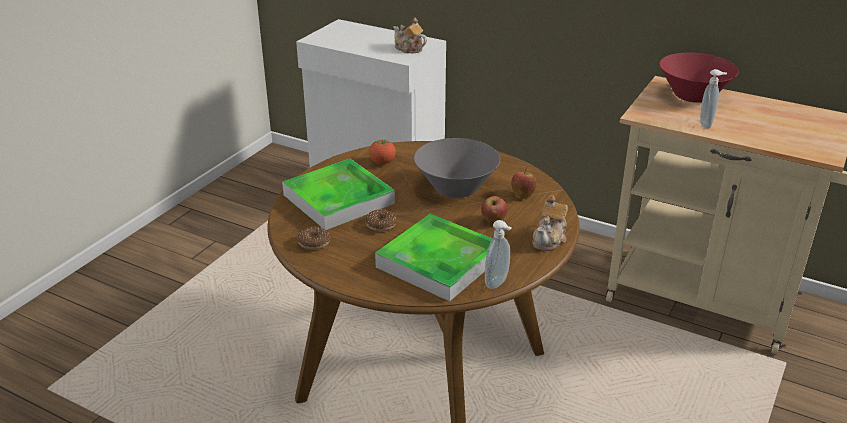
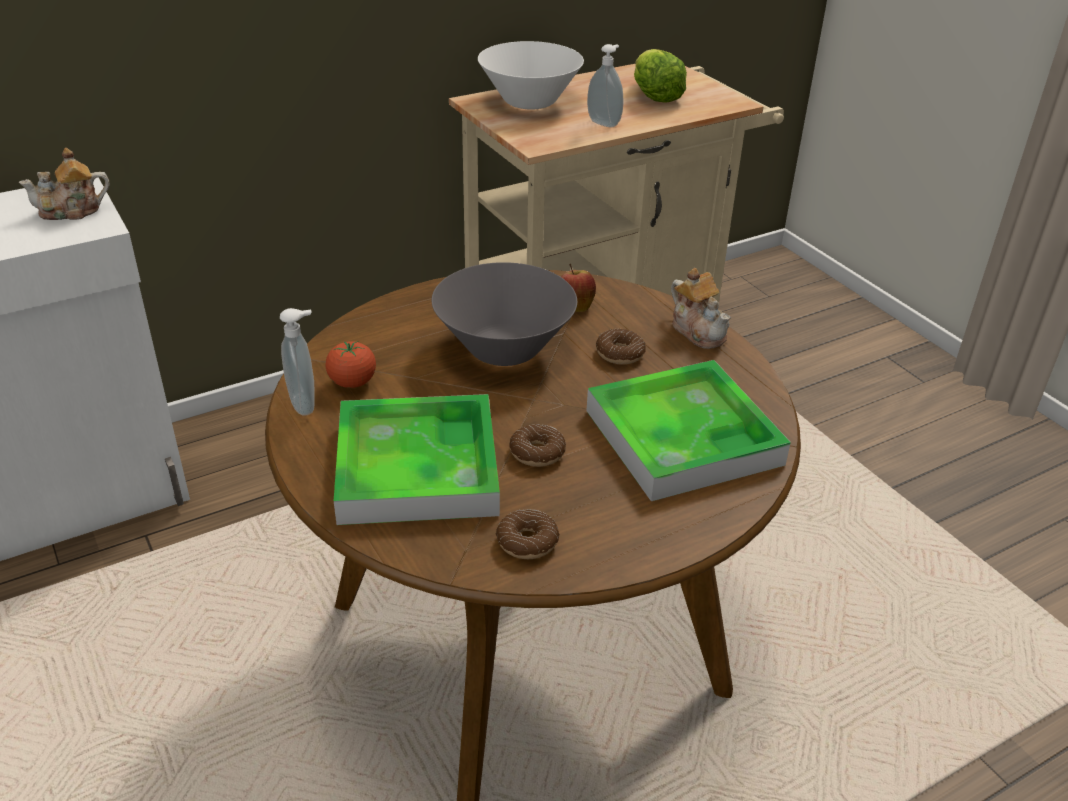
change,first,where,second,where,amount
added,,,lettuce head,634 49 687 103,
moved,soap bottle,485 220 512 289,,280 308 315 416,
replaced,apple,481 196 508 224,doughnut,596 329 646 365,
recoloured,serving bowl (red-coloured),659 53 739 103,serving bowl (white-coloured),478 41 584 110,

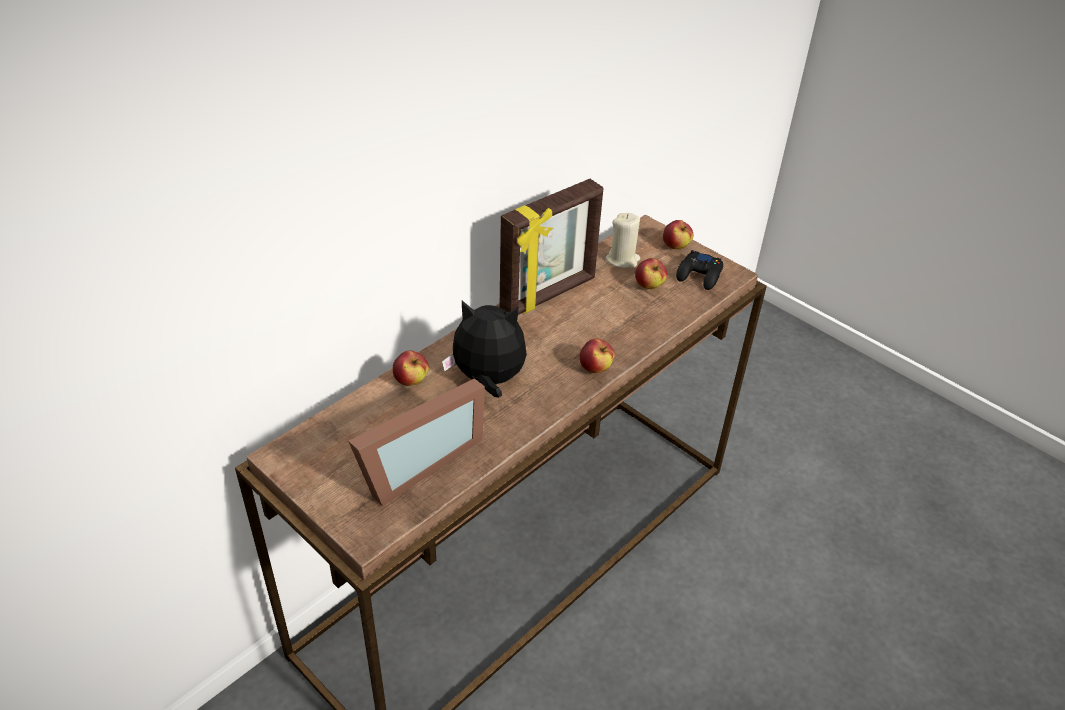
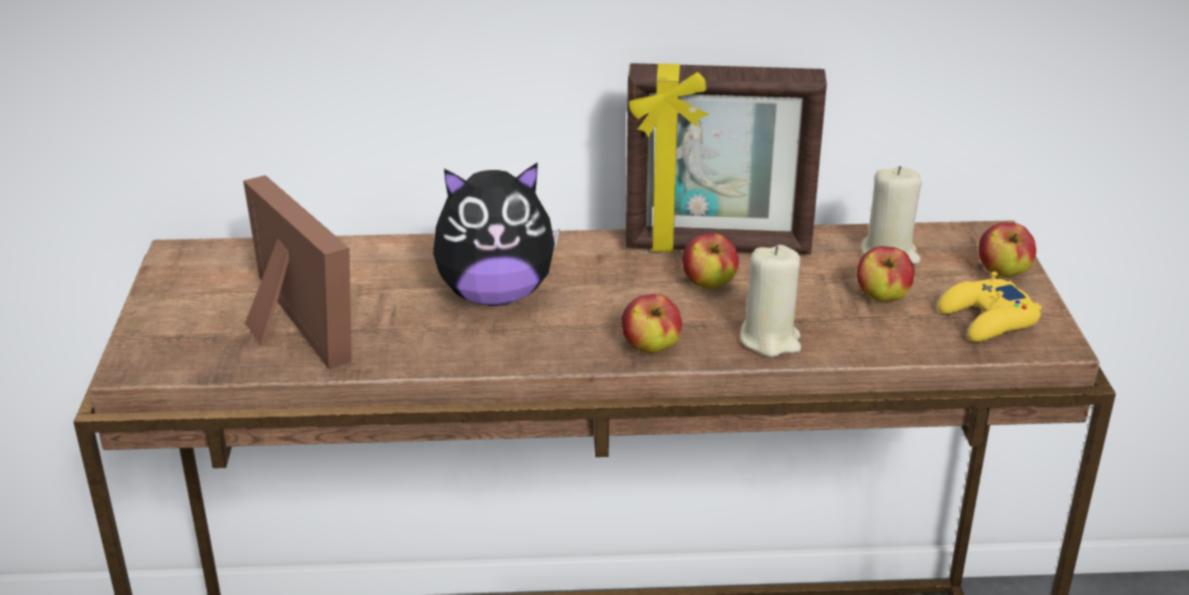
change,first,where,second,where,amount
added,,,wax light (sand-coloured),740 245 801 357,
moved,apple,393 350 429 386,,682 233 739 289,
recoloured,joypad (black),676 250 723 290,joypad (yellow),938 272 1042 342,
turned,standing frame,348 378 485 506,,243 175 352 369,120 degrees counterclockwise
turned,soft toy,442 300 527 397,,433 163 560 306,120 degrees clockwise

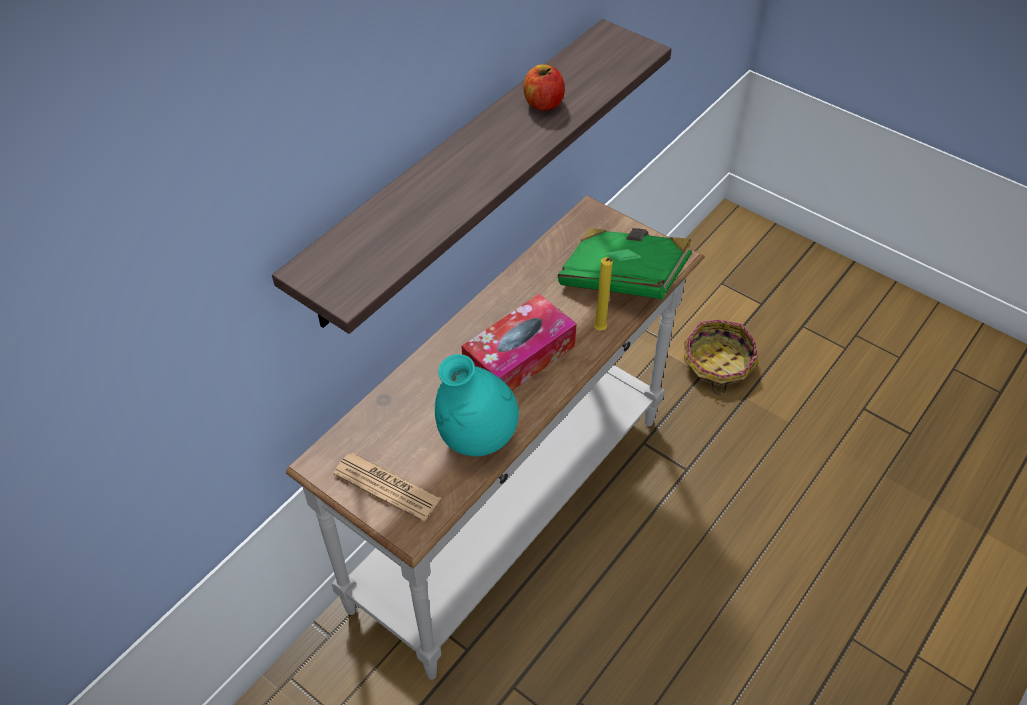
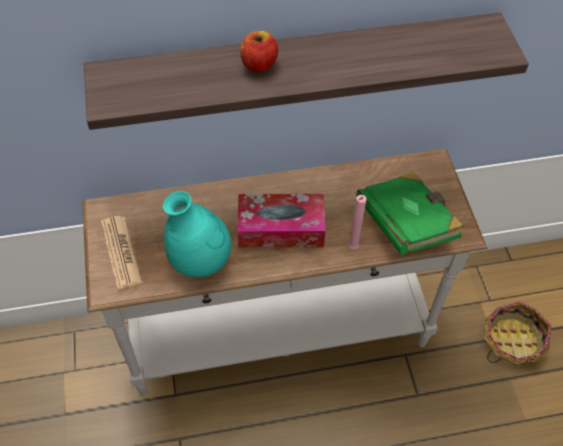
change,first,where,second,where,amount
moved,apple,524 64 565 111,,240 31 278 72,
recoloured,wax light (yellow),594 257 613 331,wax light (pink),348 195 367 250,

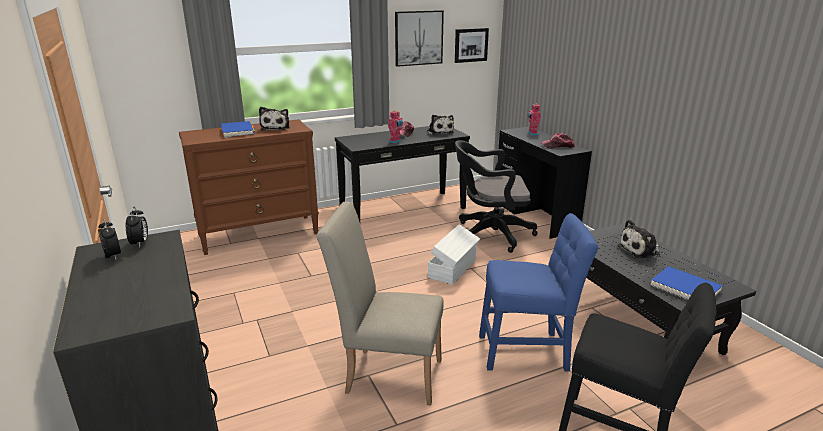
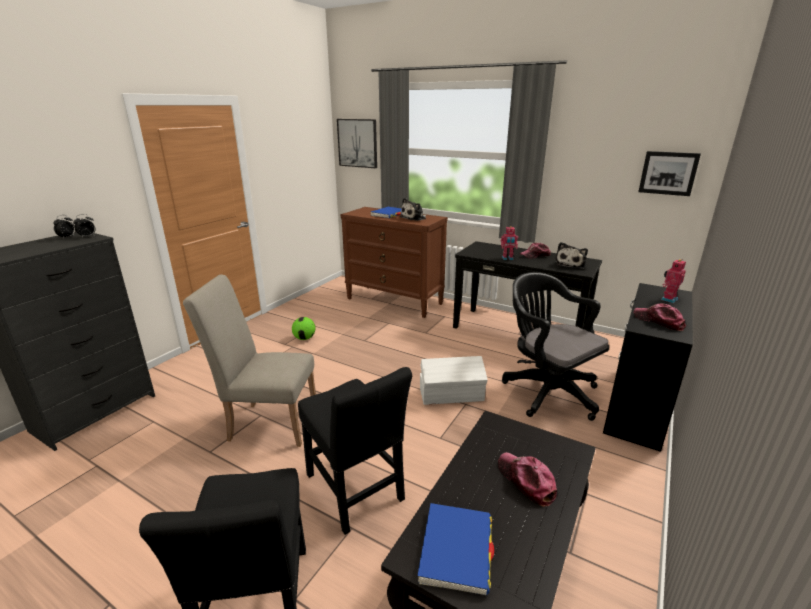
change,first,where,second,where,amount
added,,,football,292 317 315 340,
moved,picture,395 10 444 67,,337 119 377 168,
replaced,soft toy,617 220 660 260,baseball cap,498 452 557 507,
recoloured,upright chair (blue-coloured),479 213 598 372,upright chair (black),298 367 412 535,
turned,upright chair (sand-coloured),317 201 443 406,,183 275 316 447,60 degrees counterclockwise

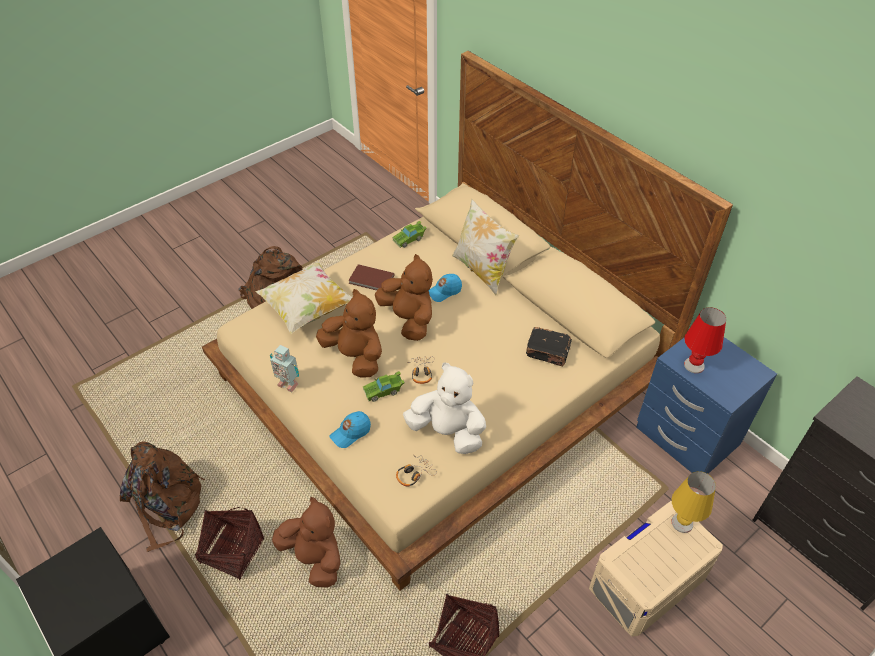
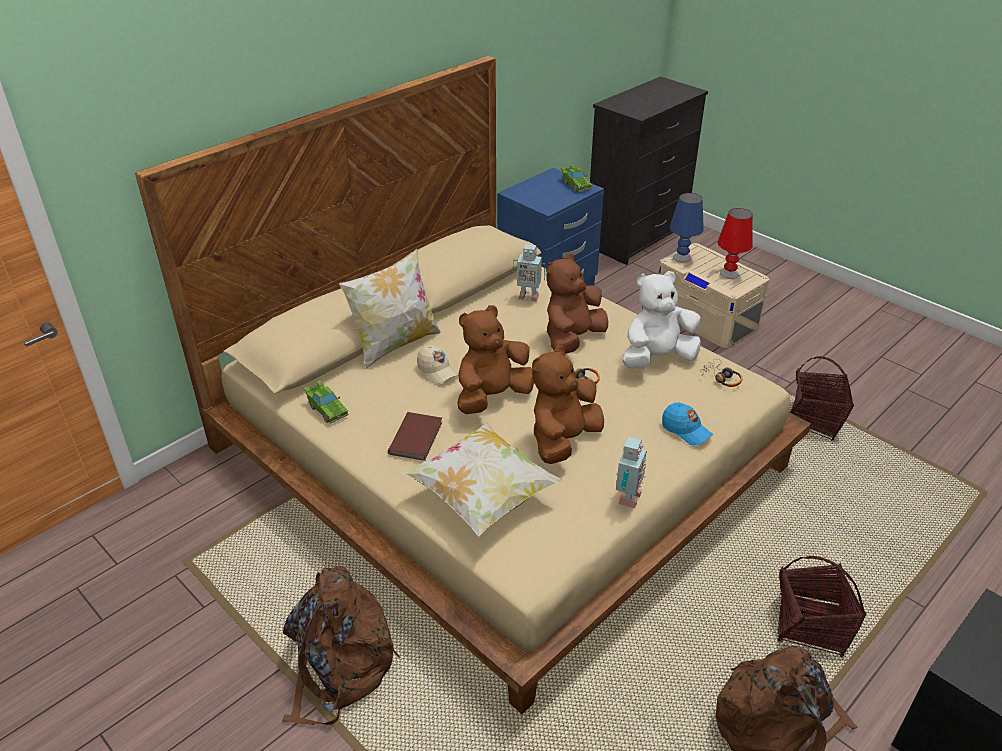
change,first,where,second,where,amount
moved,soft toy (brown-coloured),272 497 340 587,,546 253 608 354,
moved,toy car (green),362 371 405 402,,561 165 592 192,
moved,lamp for a table (red-coloured),684 307 726 373,,718 208 753 279,
replaced,bound book (black),526 327 572 367,model robot,513 244 545 302,
recoloured,baseball cap (blue-coloured),429 274 462 302,baseball cap (sand-coloured),417 345 458 384,
recoloured,lamp for a table (yellow),671 471 716 533,lamp for a table (blue-coloured),670 193 704 263,
turned,soft toy (white-coloured),403 363 486 454,,622 271 701 369,45 degrees clockwise

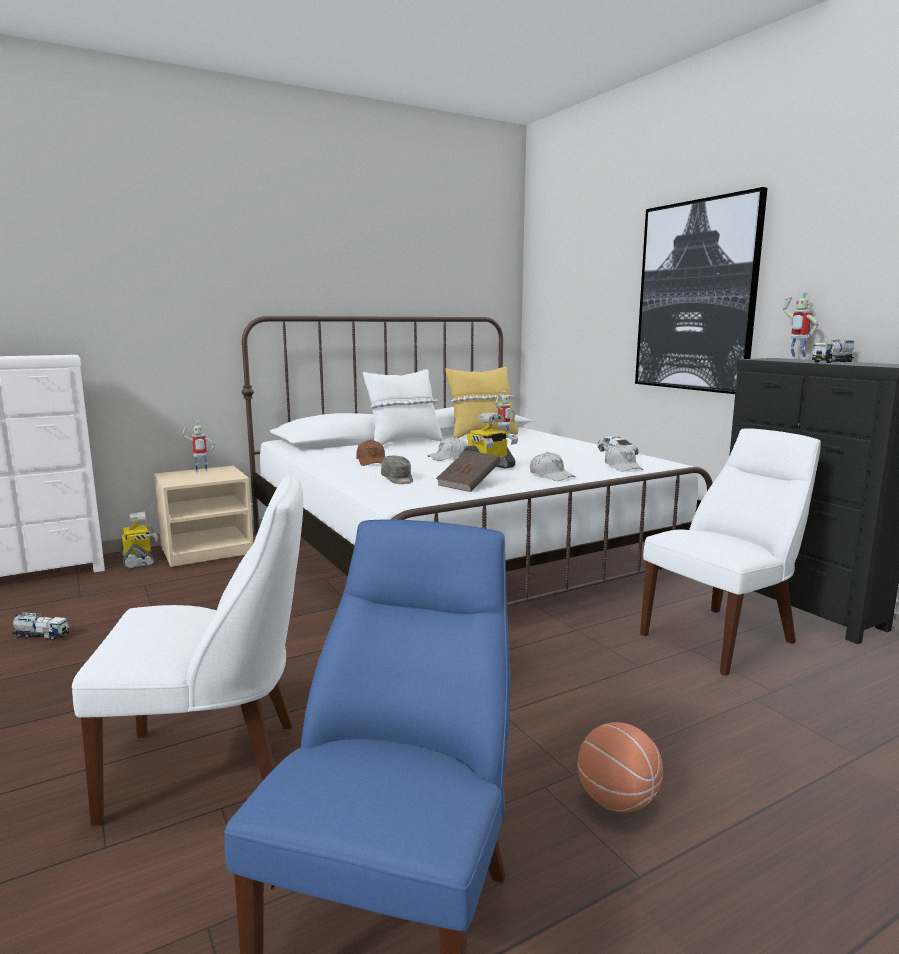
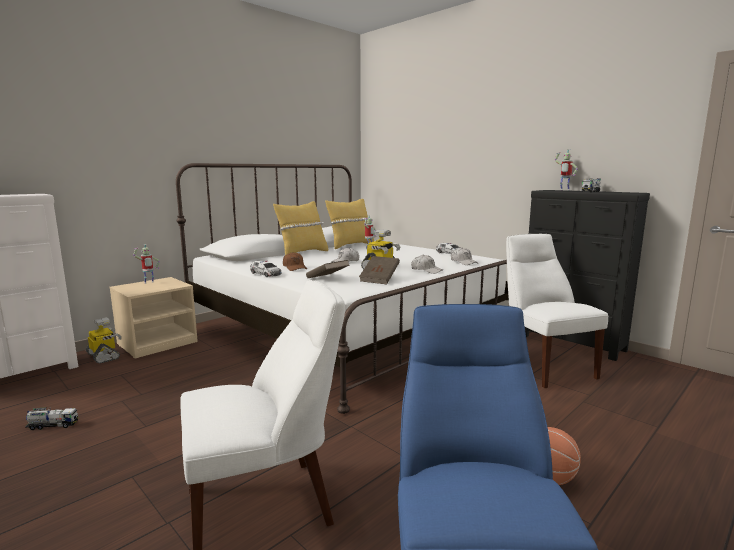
change,first,where,second,where,amount
removed,picture,635 187 767 394,,,
added,,,toy car,250 260 281 277,
replaced,baseball cap (grey),381 456 413 484,bound book (brown-coloured),306 260 349 278,
recoloured,throw pillow (white-coloured),363 369 442 445,throw pillow (yellow),273 201 328 255,
turned,upright chair (white-coloured),640 428 821 676,,506 234 608 388,60 degrees counterclockwise

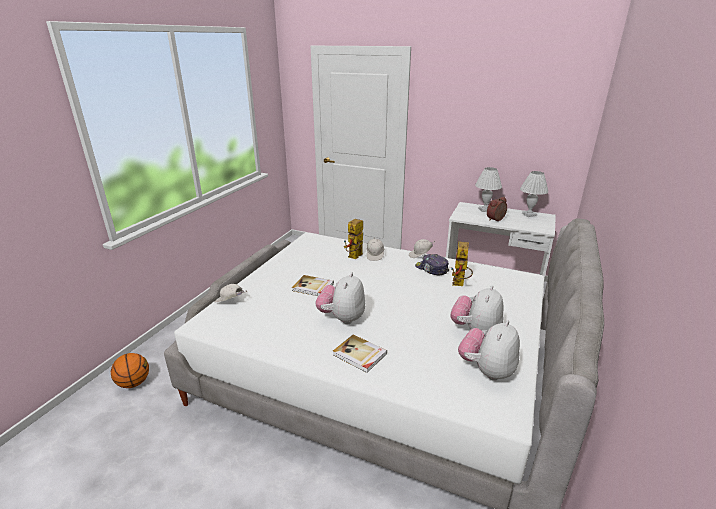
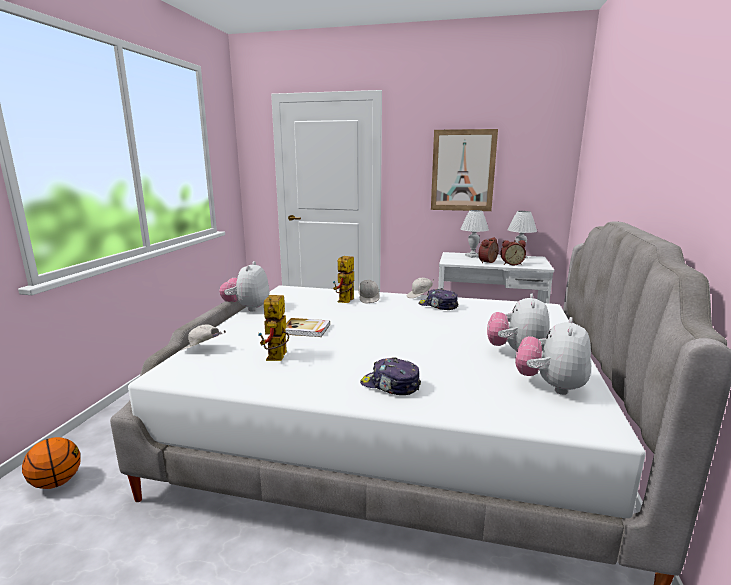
change,first,where,second,where,amount
added,,,picture,431 129 498 211,
added,,,bedside clock,500 240 526 266,
moved,soft toy,315 272 365 325,,219 261 270 311,
moved,model robot,451 241 473 286,,259 295 289 361,
replaced,bound book,333 334 387 373,baseball cap,360 357 421 395,

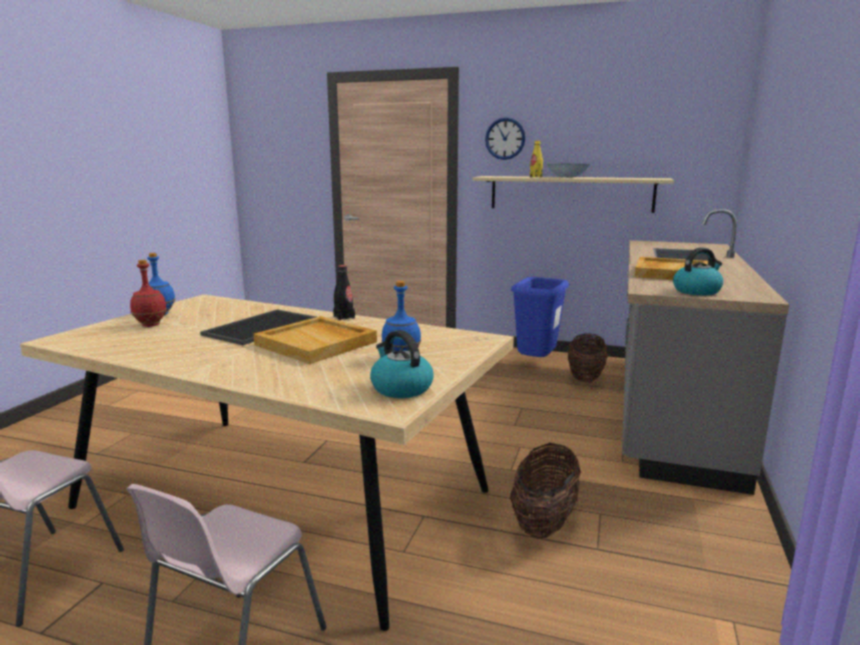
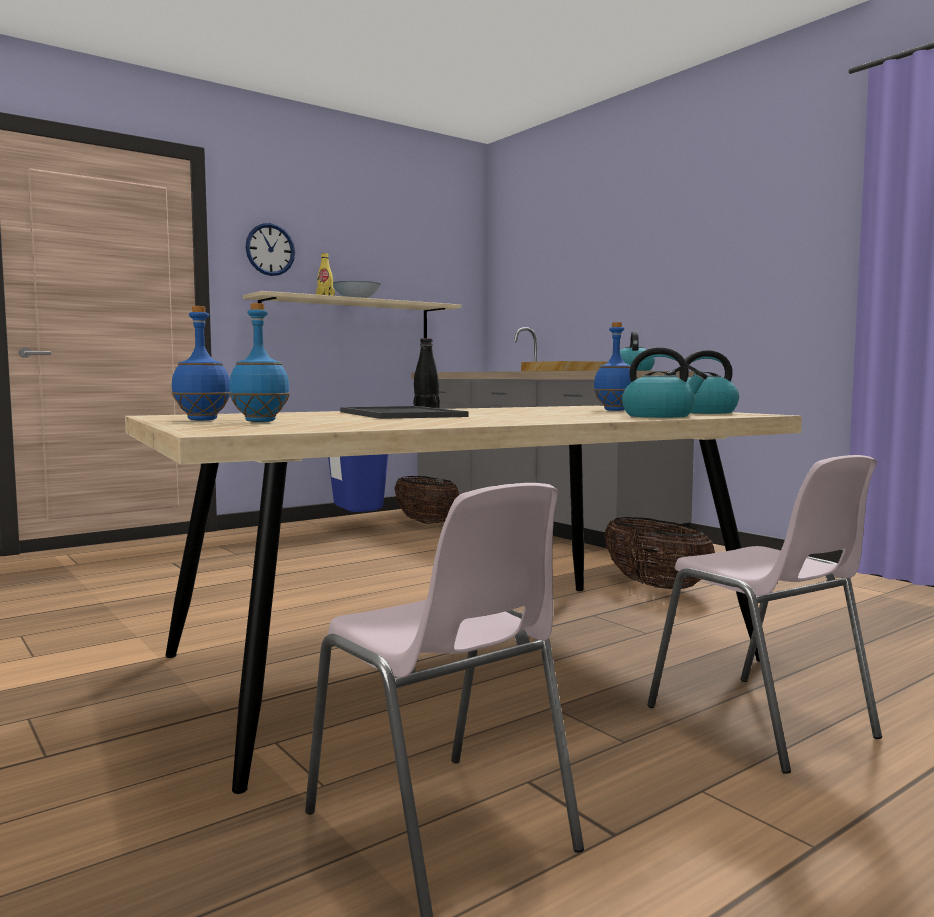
change,first,where,second,where,amount
removed,serving tray (sand-coloured),253 316 377 364,,,
added,,,kettle,622 347 708 418,
recoloured,drink bottle (red-coloured),130 260 167 327,drink bottle (blue-coloured),229 303 290 422,

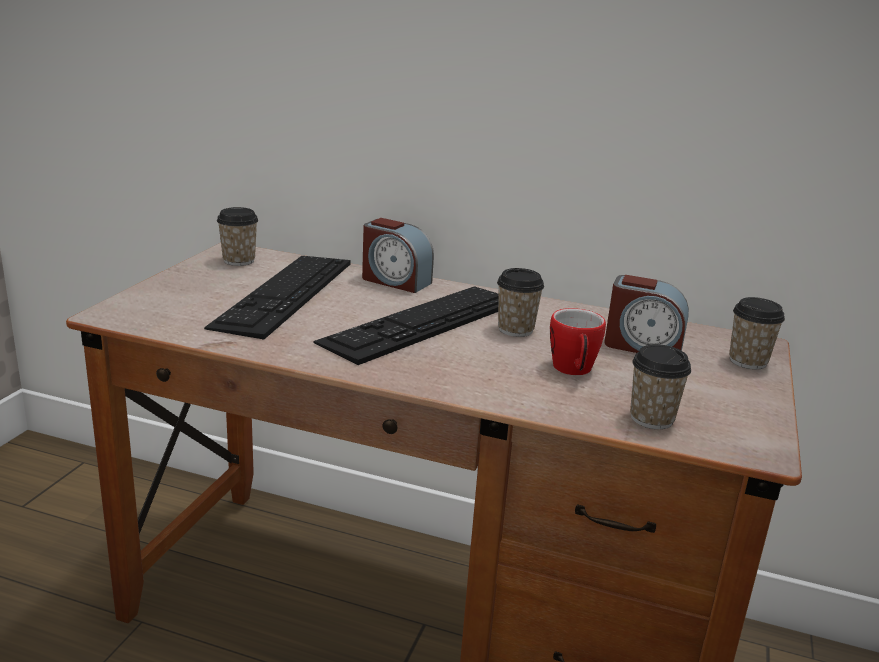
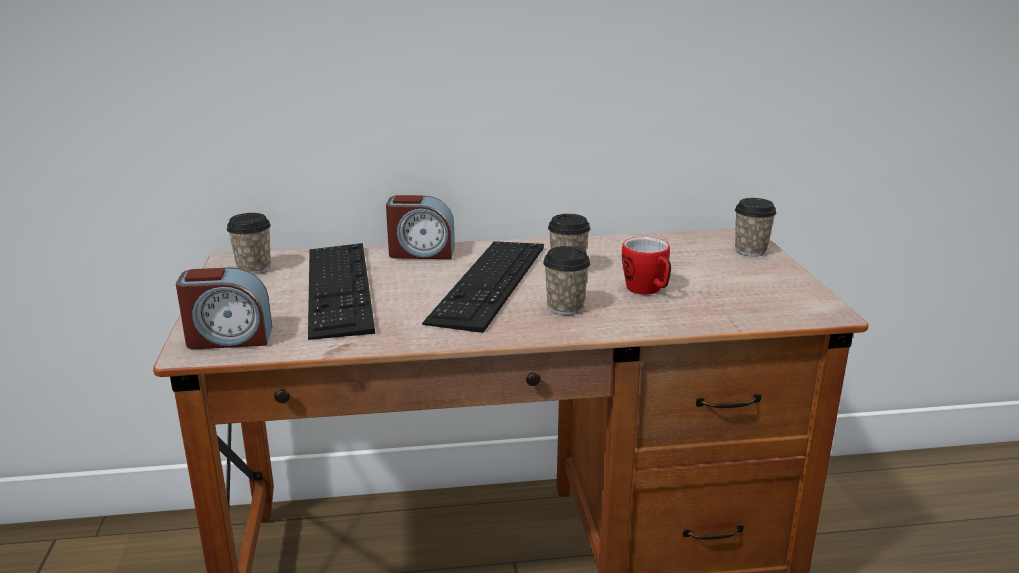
change,first,where,second,where,amount
moved,bedside clock,604 275 689 353,,176 267 272 349,
moved,small cup,630 344 691 429,,543 246 591 315,

